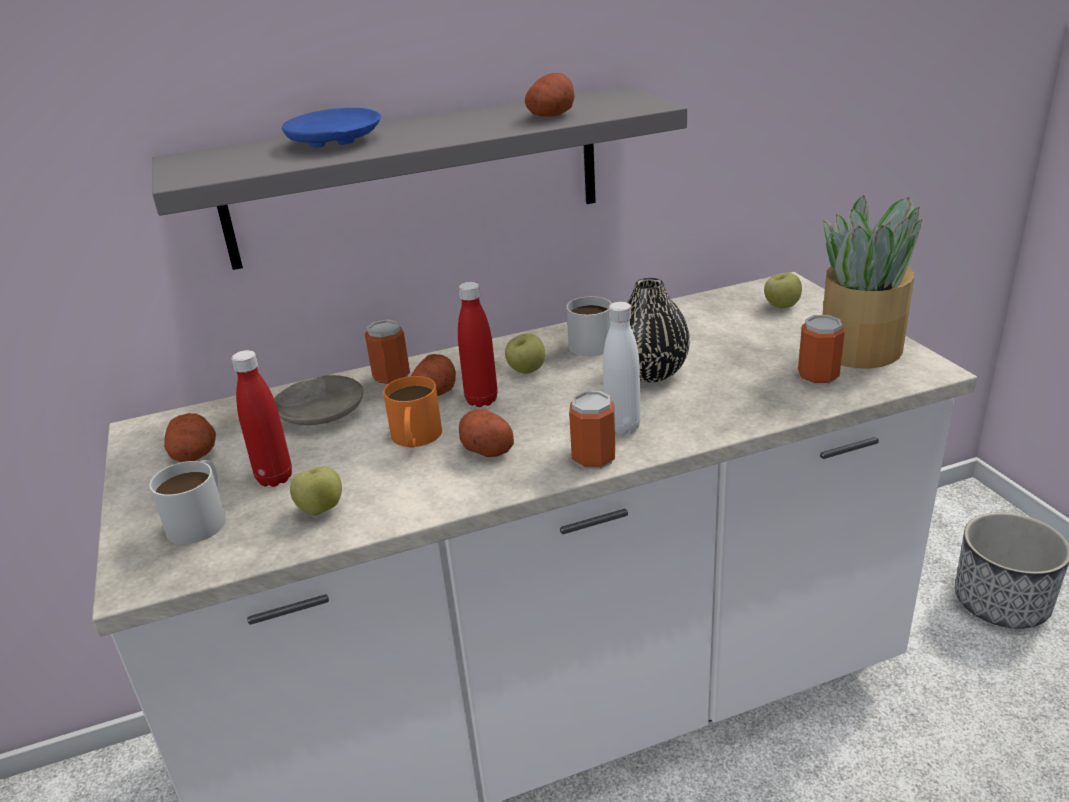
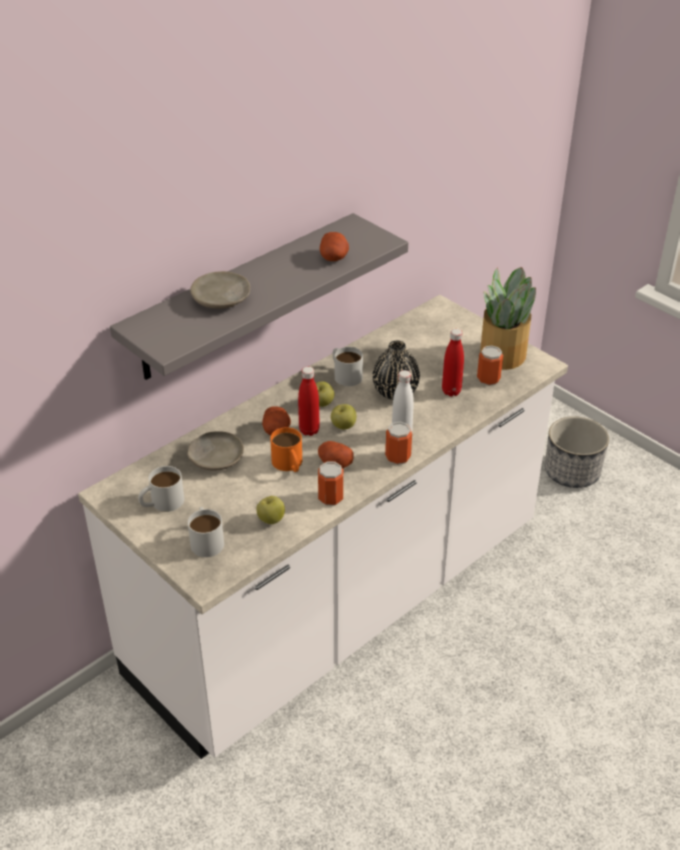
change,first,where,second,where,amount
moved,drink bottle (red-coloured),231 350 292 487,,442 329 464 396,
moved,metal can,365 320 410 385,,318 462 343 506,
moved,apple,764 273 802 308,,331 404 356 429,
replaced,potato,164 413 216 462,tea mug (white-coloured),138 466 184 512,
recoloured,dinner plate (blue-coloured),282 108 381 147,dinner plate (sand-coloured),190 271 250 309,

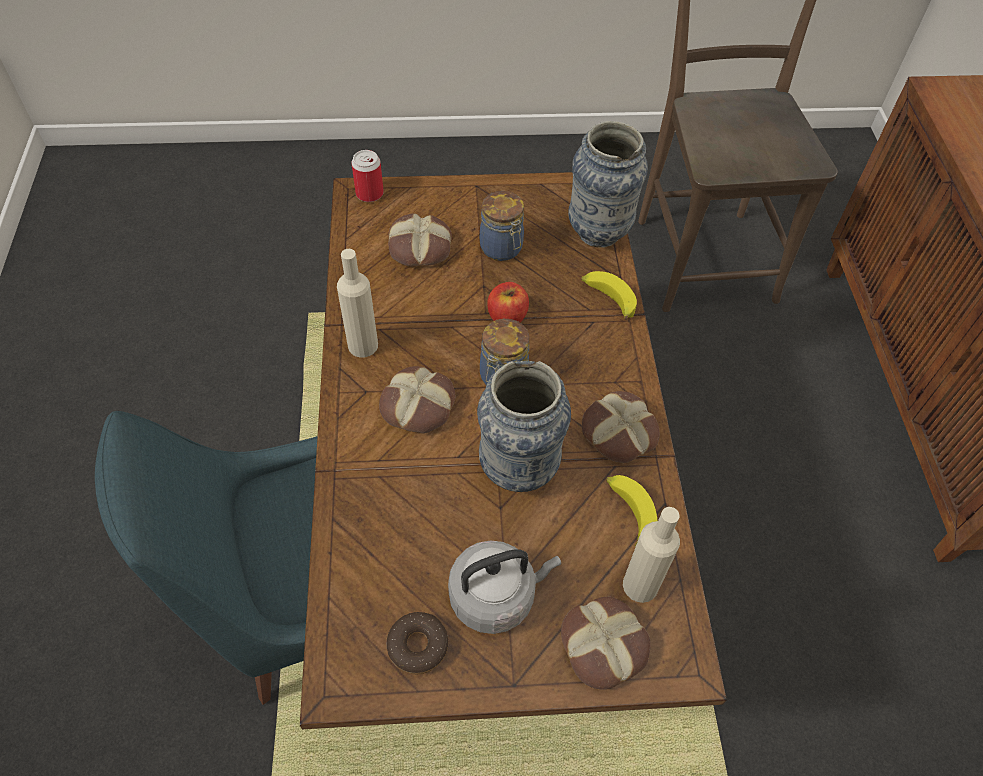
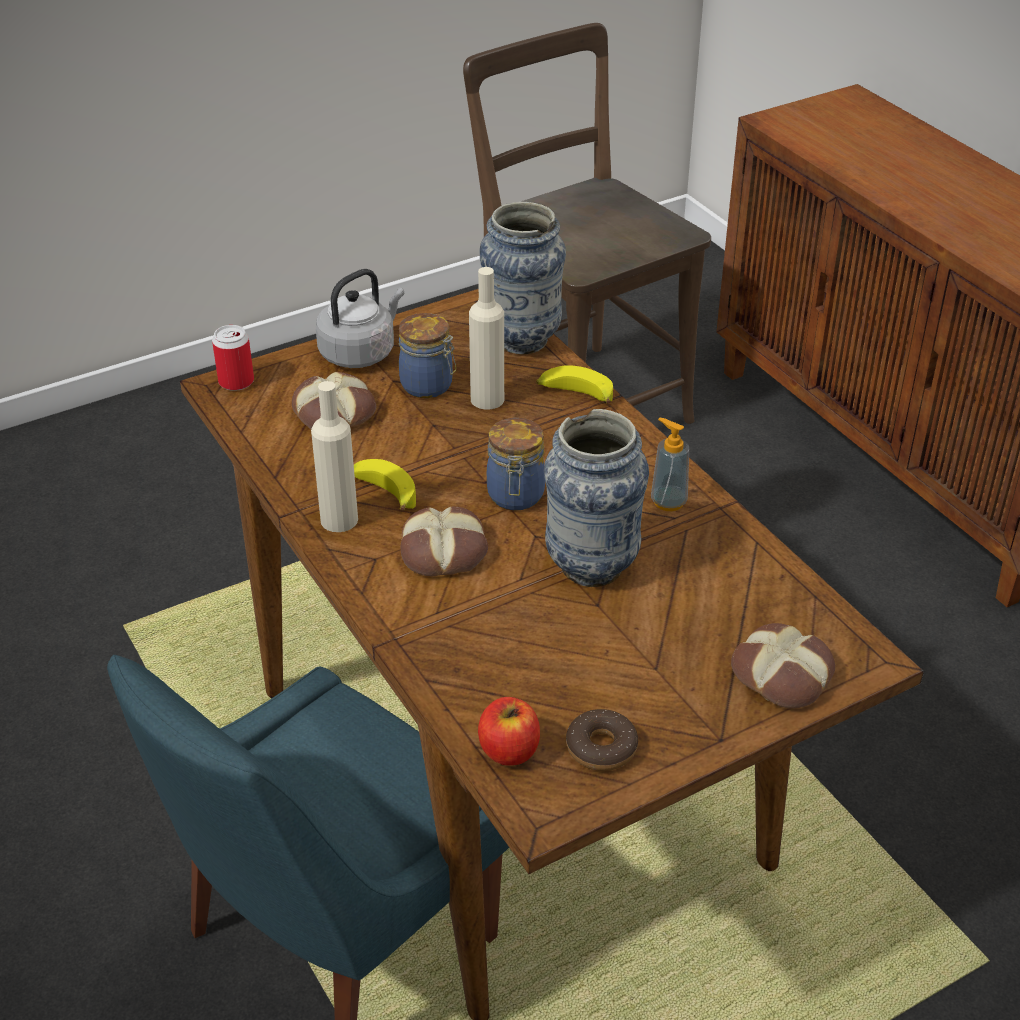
change,first,where,second,where,amount
moved,kettle (grey),448 540 561 634,,316 269 404 368,
moved,apple,487 282 529 322,,478 697 540 766,
moved,whole banana,606 475 657 546,,354 459 416 511,
moved,drink bottle (sand-coloured),623 507 680 603,,469 267 504 410,
replaced,baked bread,582 391 660 463,soap bottle,651 418 689 511,

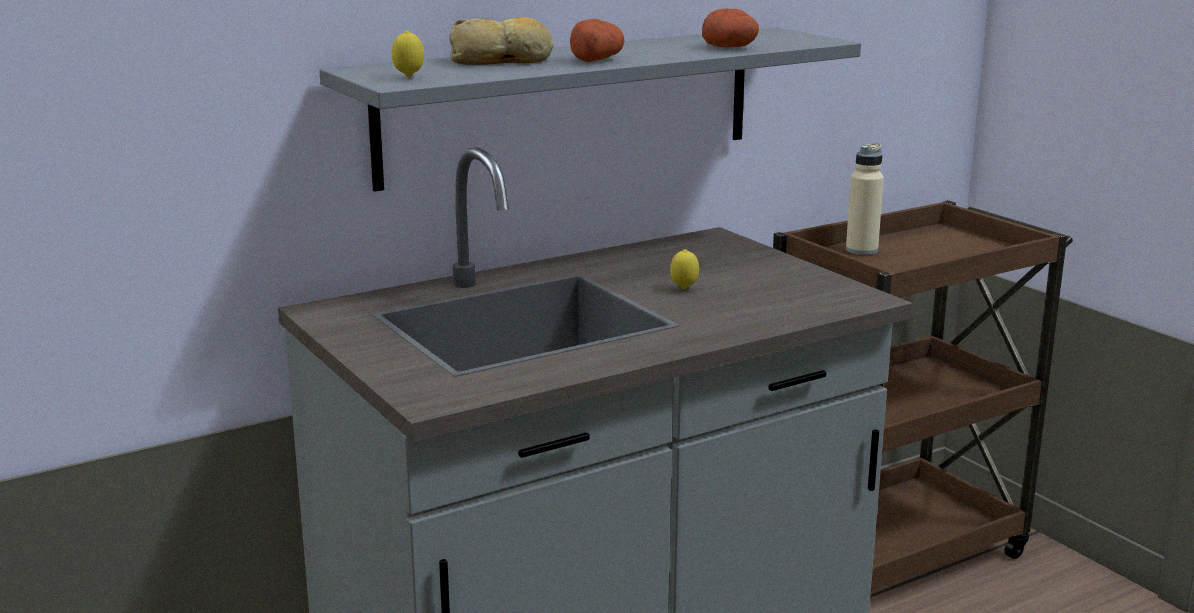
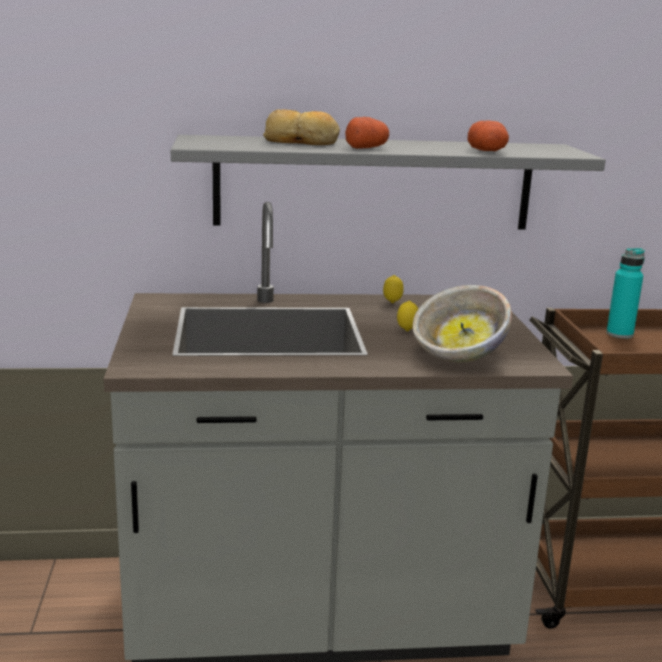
change,first,where,second,where,amount
added,,,serving bowl,413 285 512 362,
moved,lemon,392 31 424 77,,383 275 404 303,
recoloured,drink bottle (sand-coloured),846 143 884 255,drink bottle (turquoise),606 248 645 339,

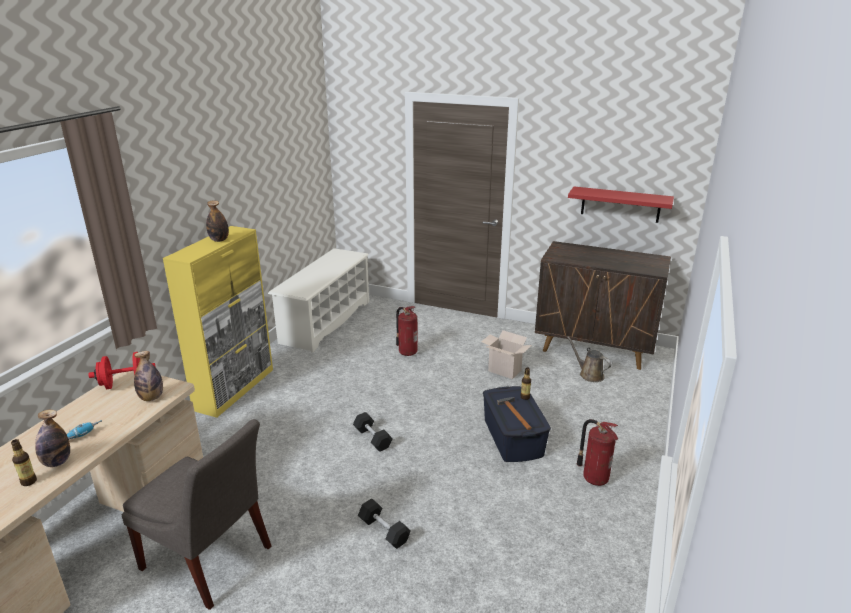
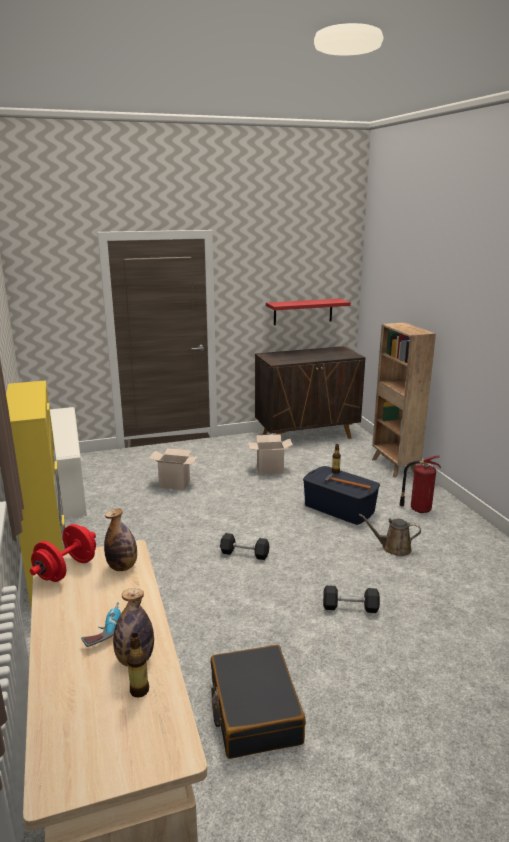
change,first,where,second,where,amount
removed,drink bottle,206 201 229 242,,,
added,,,bookcase (brown-coloured),372 322 436 478,
moved,sprinkling can (brown-coloured),567 336 611 382,,359 514 421 556,
replaced,upright chair (grey),122 419 272 610,piece of luggage (black),211 645 306 759,
replaced,extinguisher,396 306 418 356,carton,149 448 197 490,

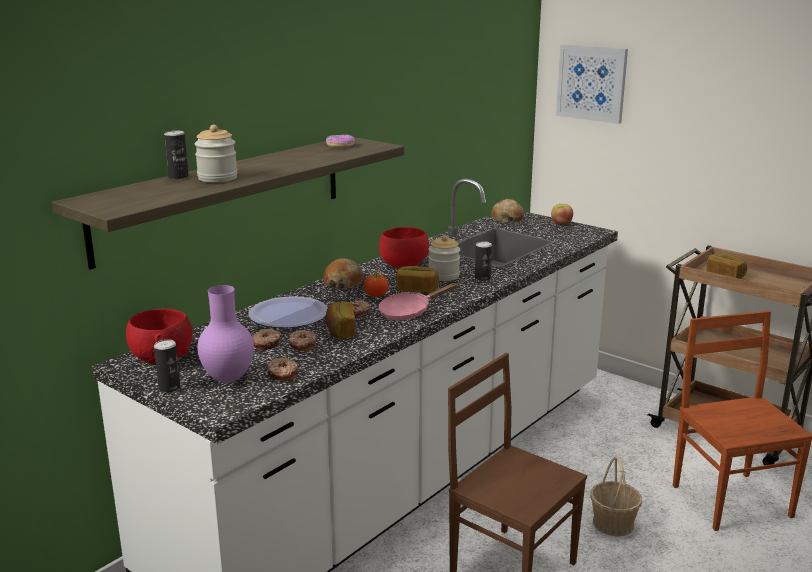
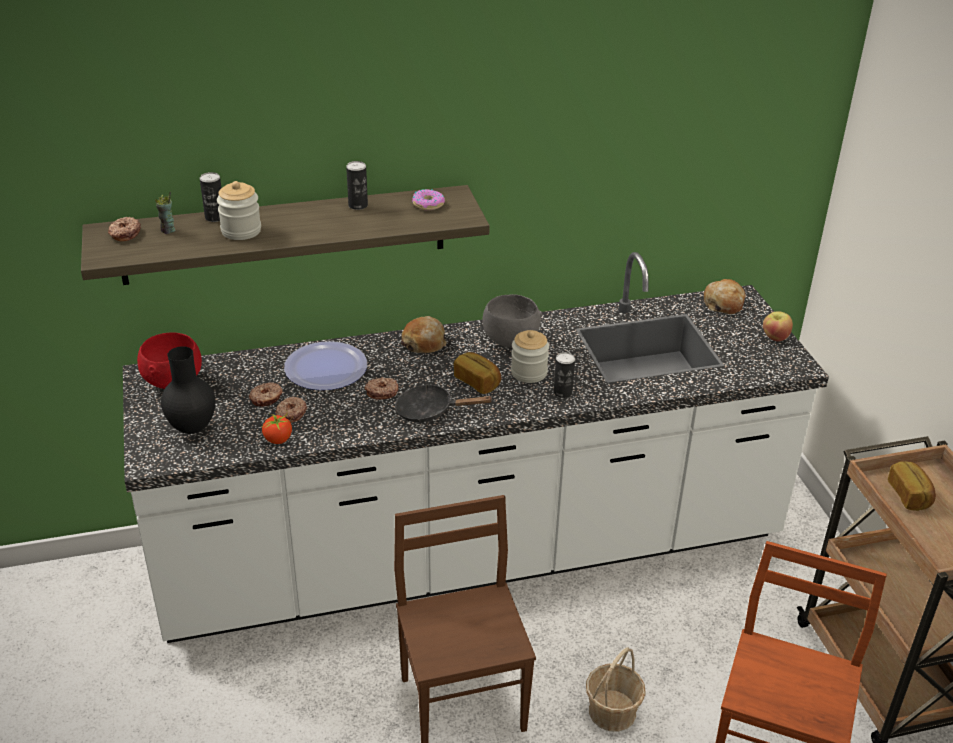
change,first,where,second,where,amount
removed,baked bread,326 302 356 339,,,
removed,picture,556 44 628 124,,,
added,,,small cup,155 192 175 234,
moved,metal can,154 339 180 392,,346 161 368 210,
moved,doughnut,267 357 298 381,,108 217 141 241,
moved,fresh tomato,364 270 388 297,,262 410 293 444,
recoloured,decorative vase (purplish),197 285 254 383,decorative vase (black),161 346 215 434,
recoloured,frying pan (pink),378 283 458 320,frying pan (black),395 384 493 422,
recoloured,serving bowl (red-coloured),379 227 429 268,serving bowl (grey),482 294 543 348,

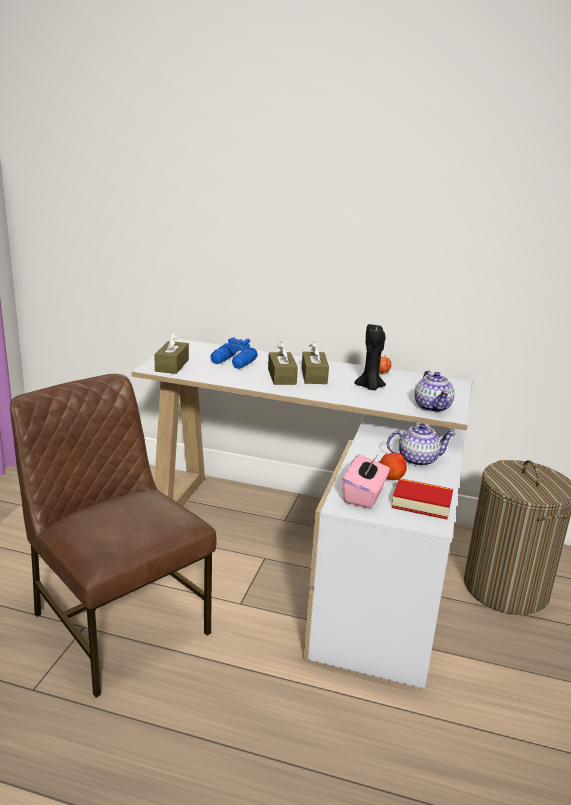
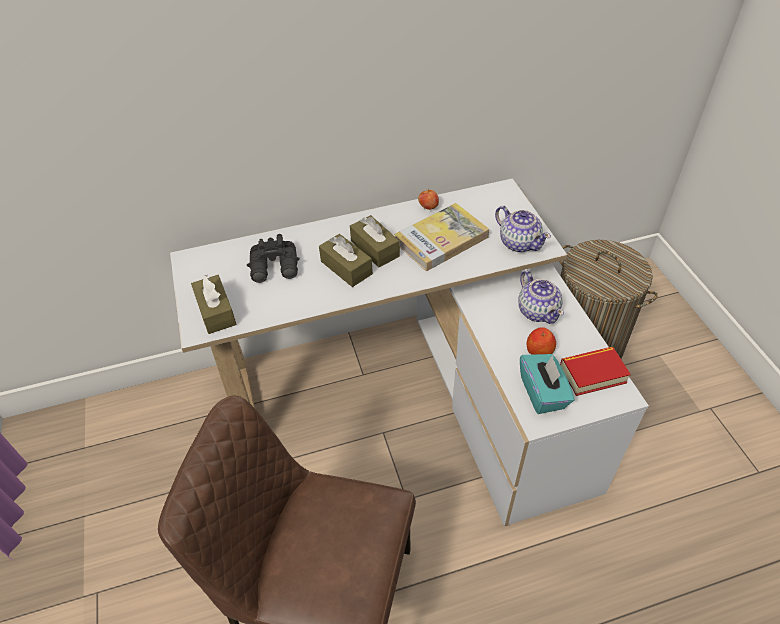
change,first,where,second,where,amount
replaced,wax light (black),355 324 386 390,bound book,394 203 489 271,
recoloured,binoculars (blue-coloured),210 337 258 369,binoculars (black),247 234 300 283,
recoloured,tissue holder (pink),342 454 390 509,tissue holder (turquoise),520 354 575 414,
turned,teapot,387 423 455 466,,519 271 564 324,105 degrees clockwise

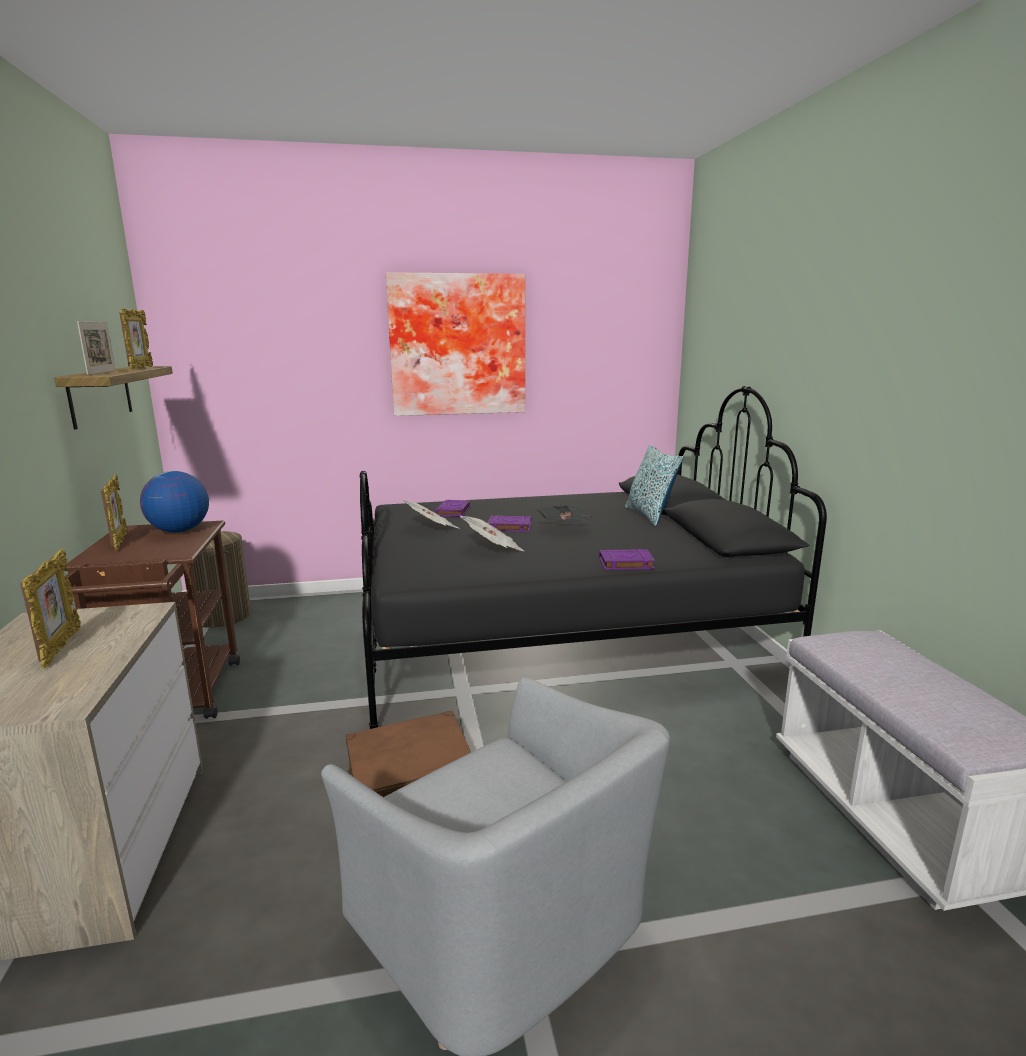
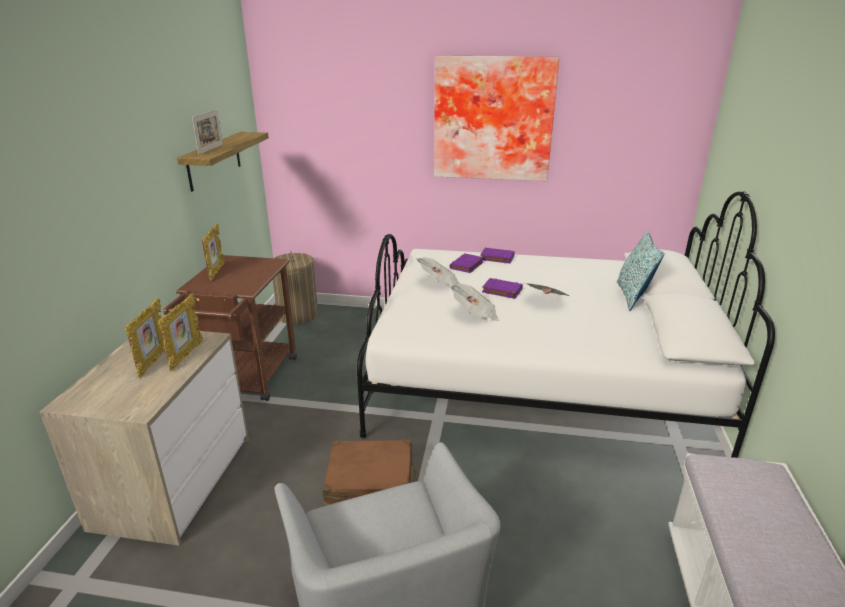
change,first,where,second,where,amount
removed,globe,140 471 209 533,,,
moved,standing frame,119 308 153 369,,158 294 203 371,
moved,bound book (purplish),599 549 655 570,,480 248 515 264,
recoloured,bed (black),360 386 827 729,bed (white-coloured),357 191 775 458,

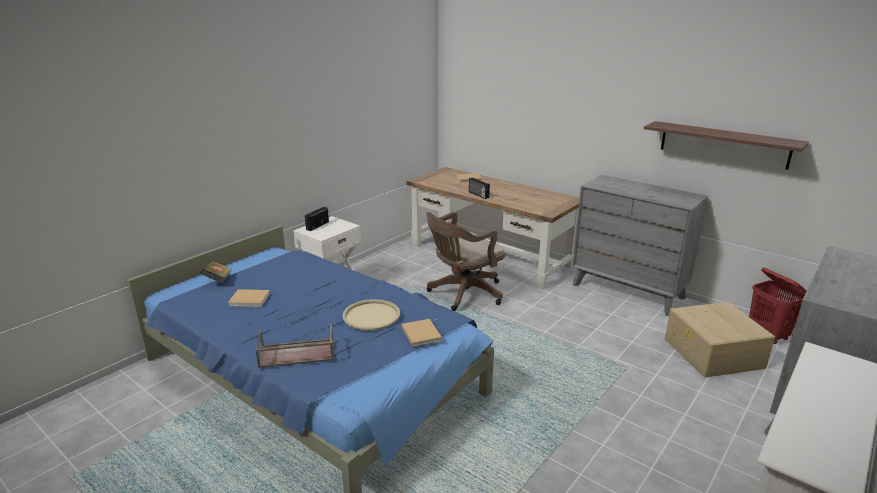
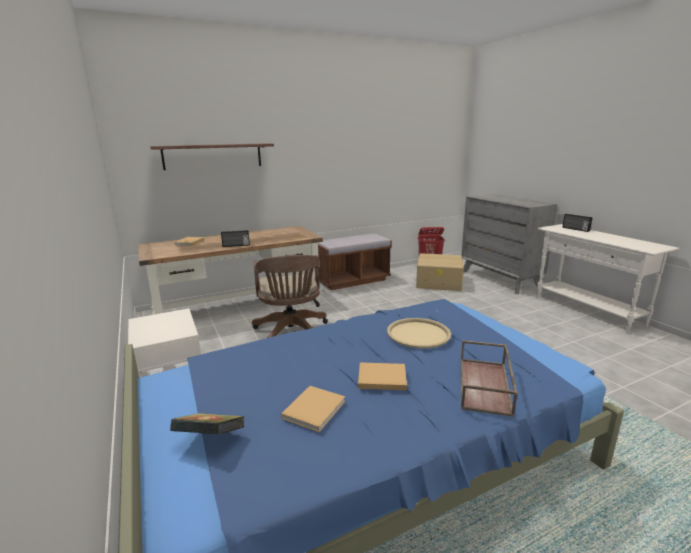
change,first,where,second,where,amount
moved,radio,305 207 329 231,,563 214 592 232,
moved,bound book (sand-coloured),402 319 442 347,,358 362 407 390,
moved,wall shelf,644 121 809 170,,150 143 274 170,
replaced,dresser (grey),572 175 708 316,bench (brown-coloured),318 233 392 290,

